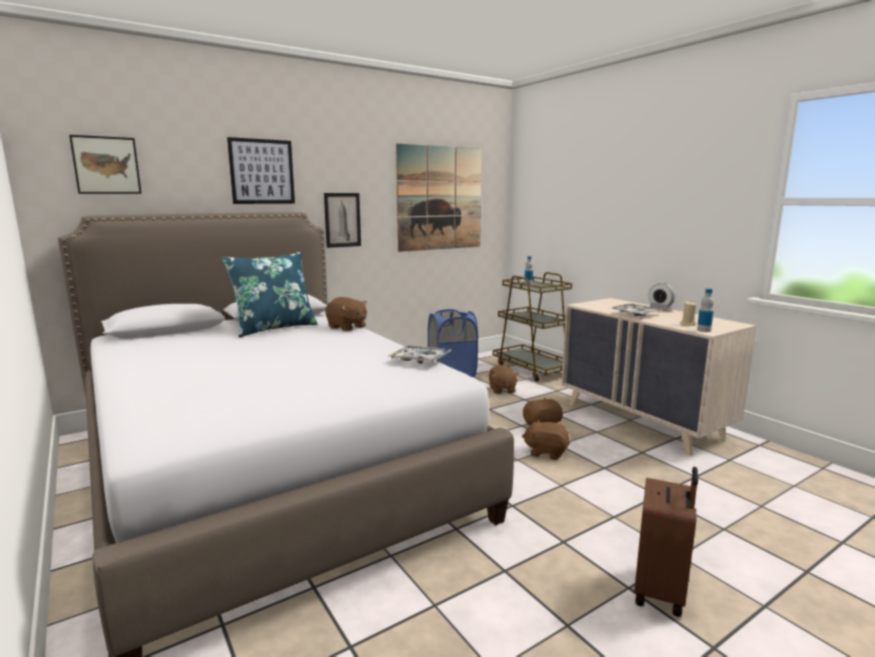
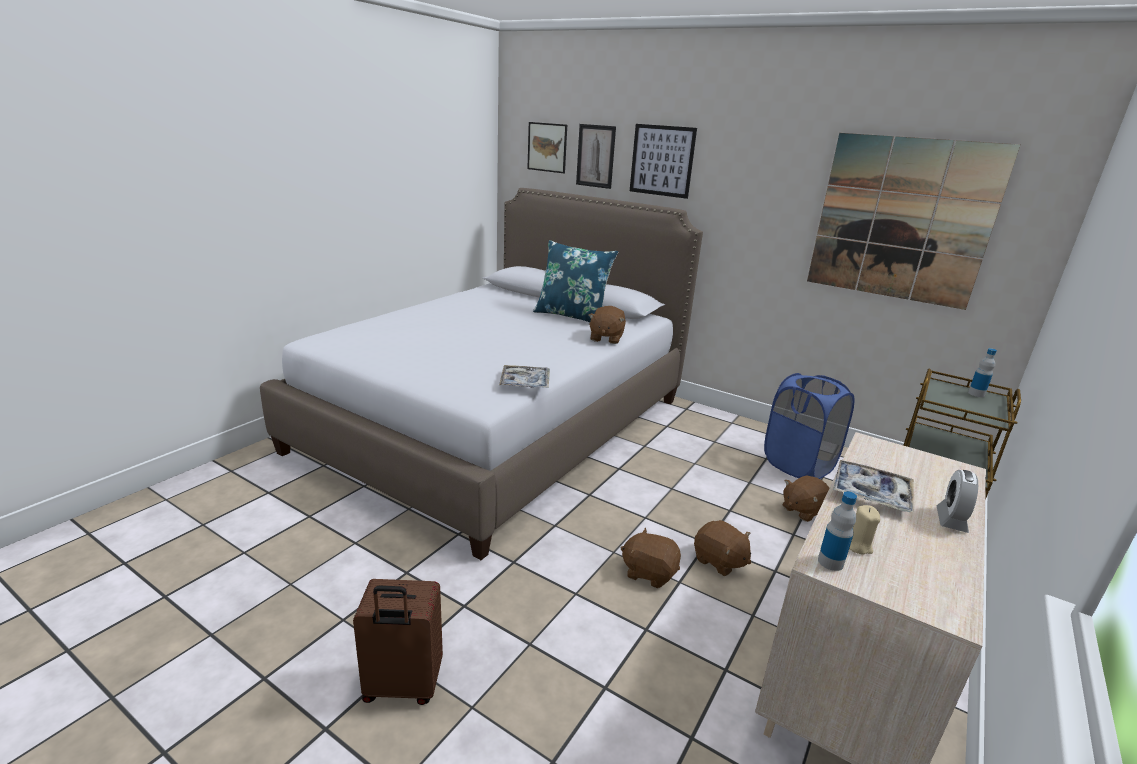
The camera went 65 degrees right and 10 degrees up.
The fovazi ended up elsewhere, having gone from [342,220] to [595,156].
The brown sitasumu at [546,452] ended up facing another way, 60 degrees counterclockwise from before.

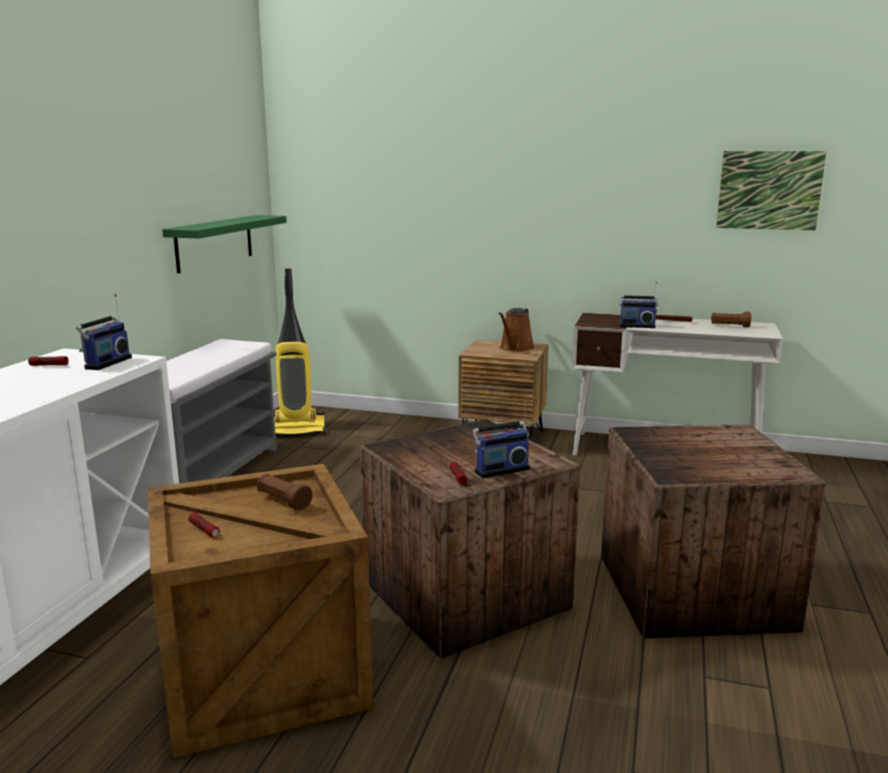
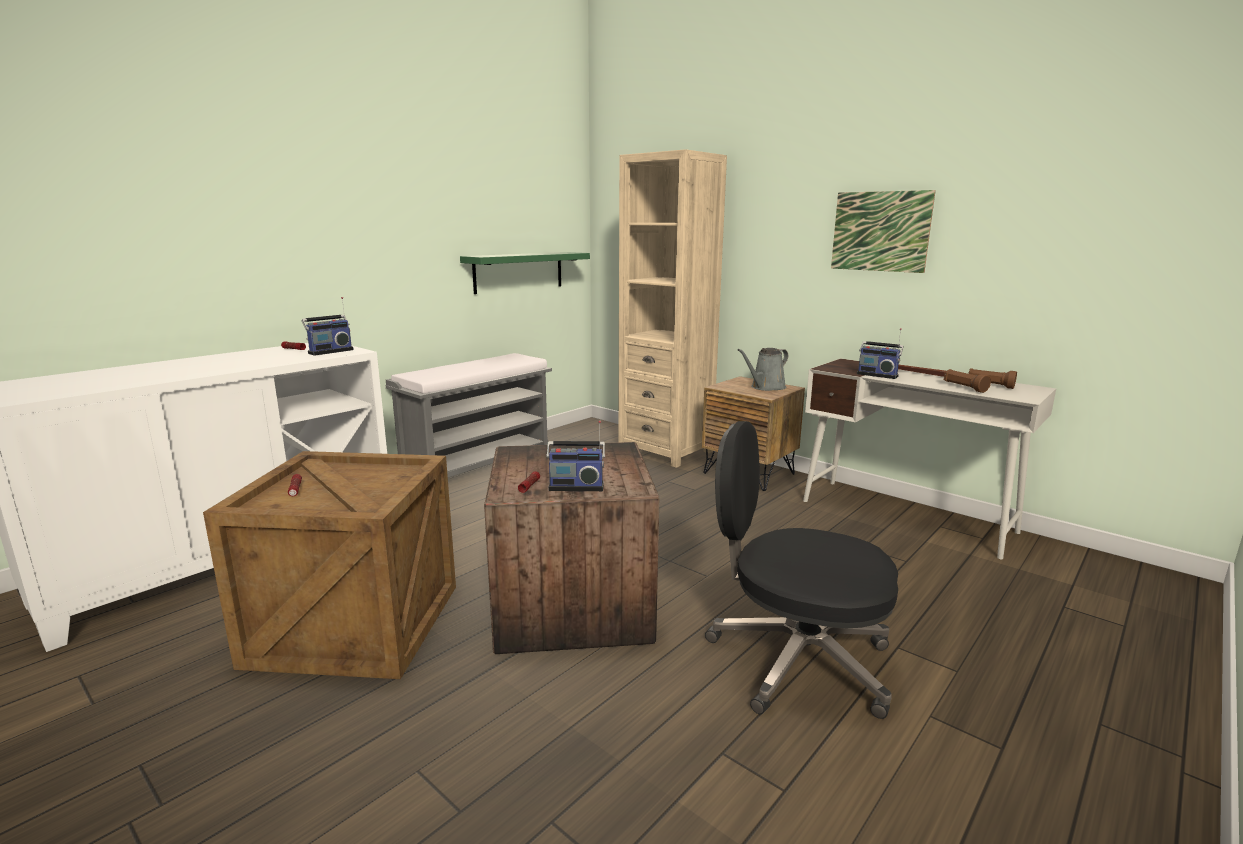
The camera went 25 degrees right and 0 degrees up.
The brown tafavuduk ended up elsewhere, having gone from [283,501] to [964,388].
The second view lost the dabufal at [296,430].
What was the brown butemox at [515,348] turned into the grey butemox at [765,387].
Where the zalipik stood at [690,590], the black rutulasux came to stand at [795,660].
The fovazi ended up elsewhere, having gone from [769,190] to [880,231].
The second view gained the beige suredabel at [665,451].

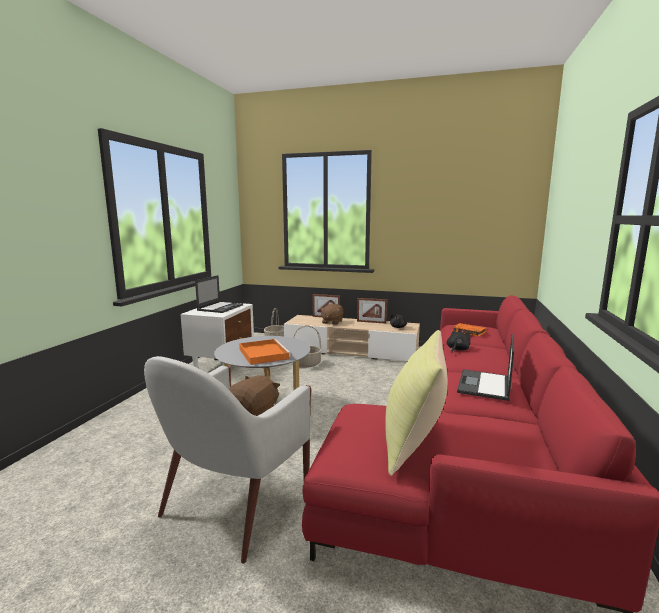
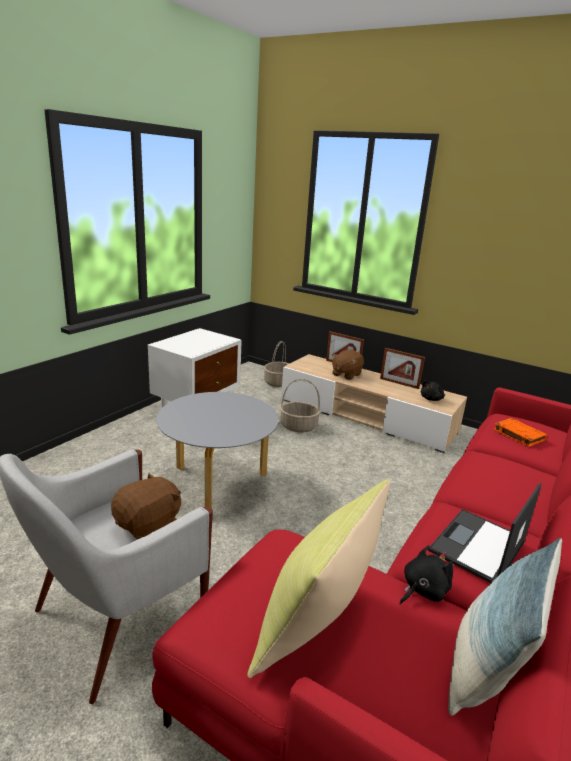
The camera went 15 degrees right and 10 degrees up.
The second view lost the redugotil at [220,307].
The second view lost the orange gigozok at [263,353].
The black sitasumu ended up elsewhere, having gone from [457,349] to [423,590].
The second view gained the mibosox at [486,670].

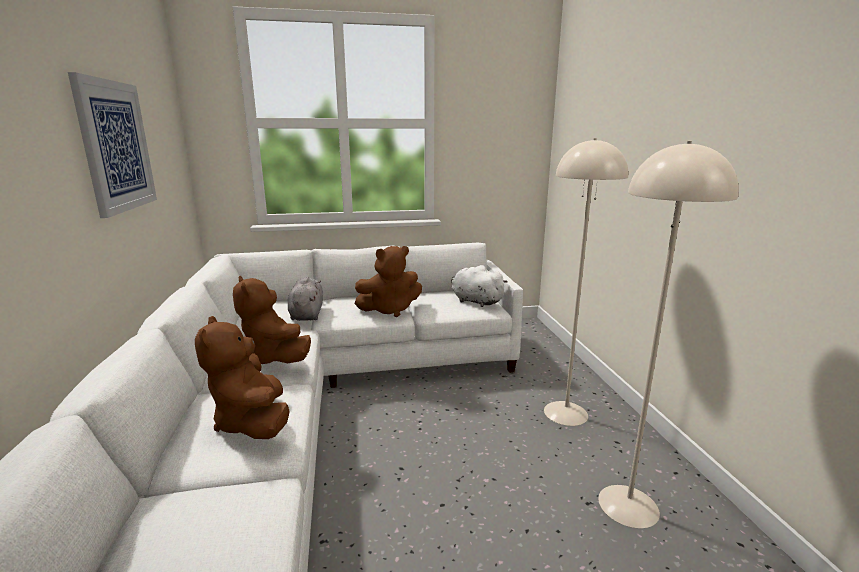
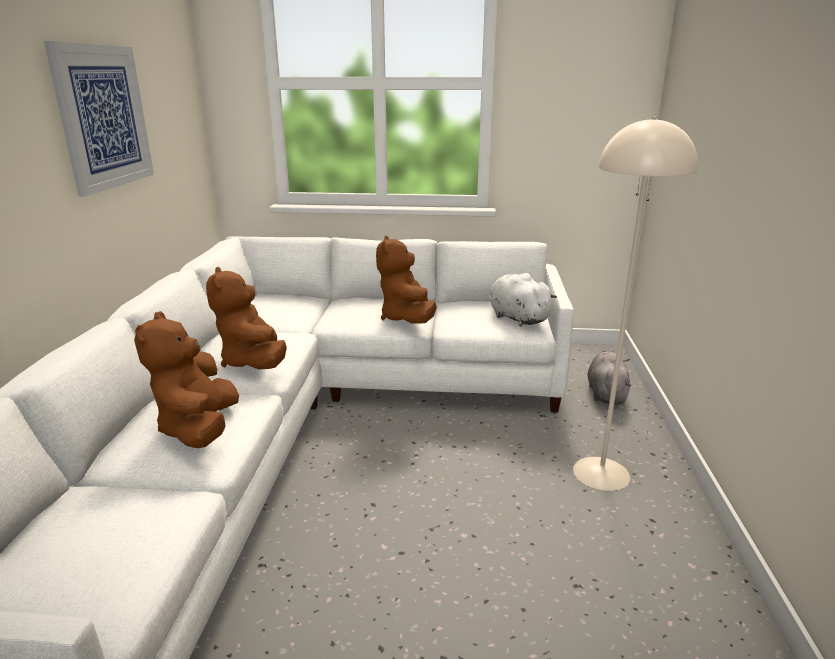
The camera went 15 degrees right and 5 degrees up.
The grey sitasumu ended up elsewhere, having gone from [307,314] to [606,393].
The brown sitasumu at [390,310] ended up facing another way, 90 degrees clockwise from before.
The second view lost the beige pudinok at [627,505].

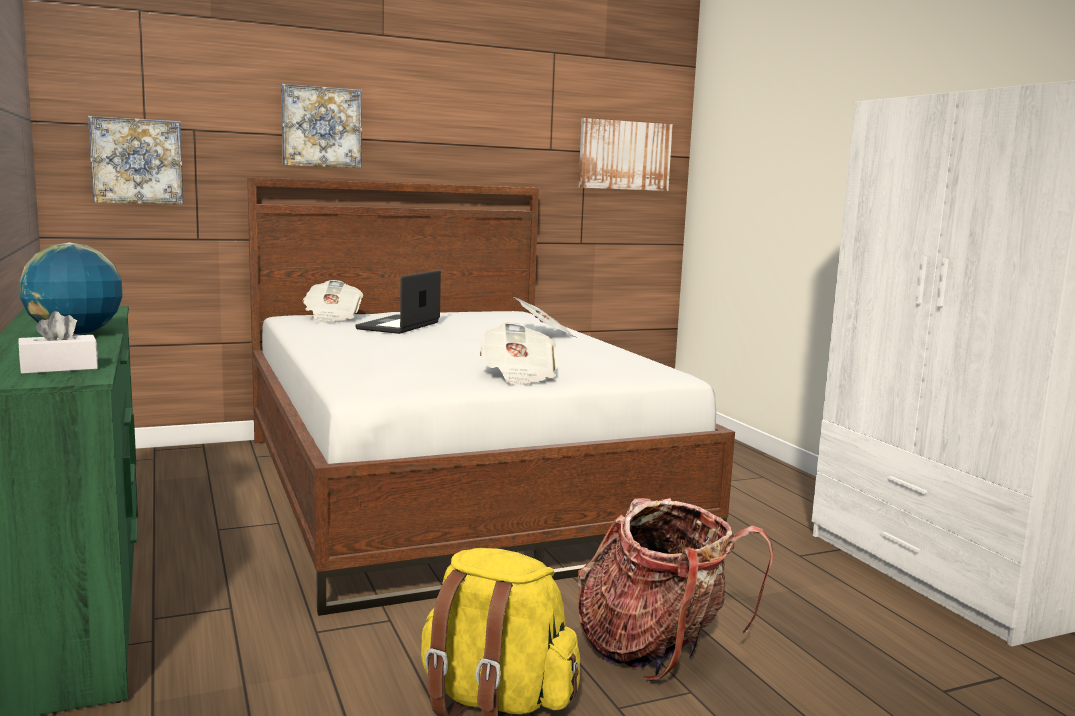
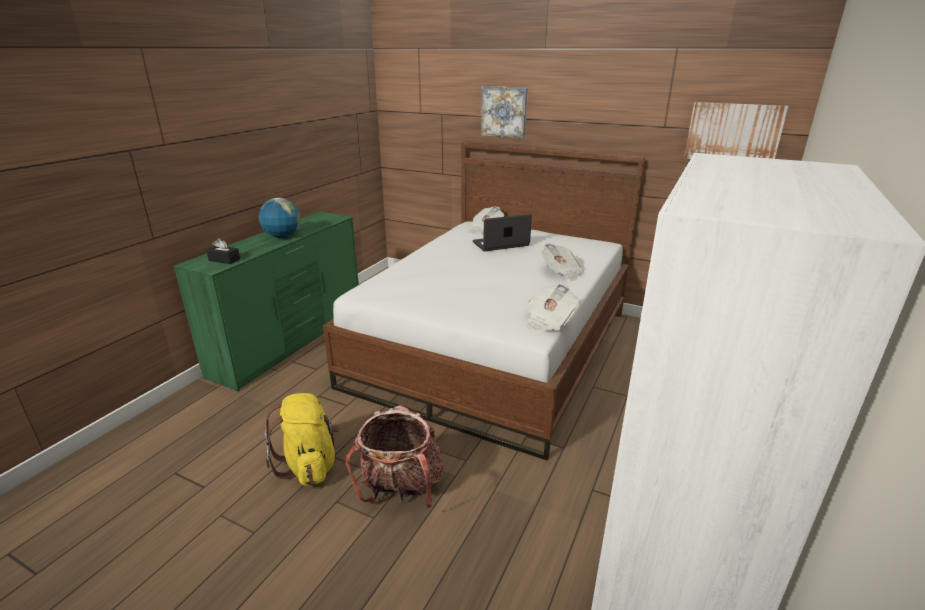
The camera went 50 degrees right and 15 degrees up.
What was the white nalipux at [59,368] turned into the black nalipux at [224,260].
The second view lost the fovazi at [137,161].
The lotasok ended up elsewhere, having gone from [518,376] to [549,321].

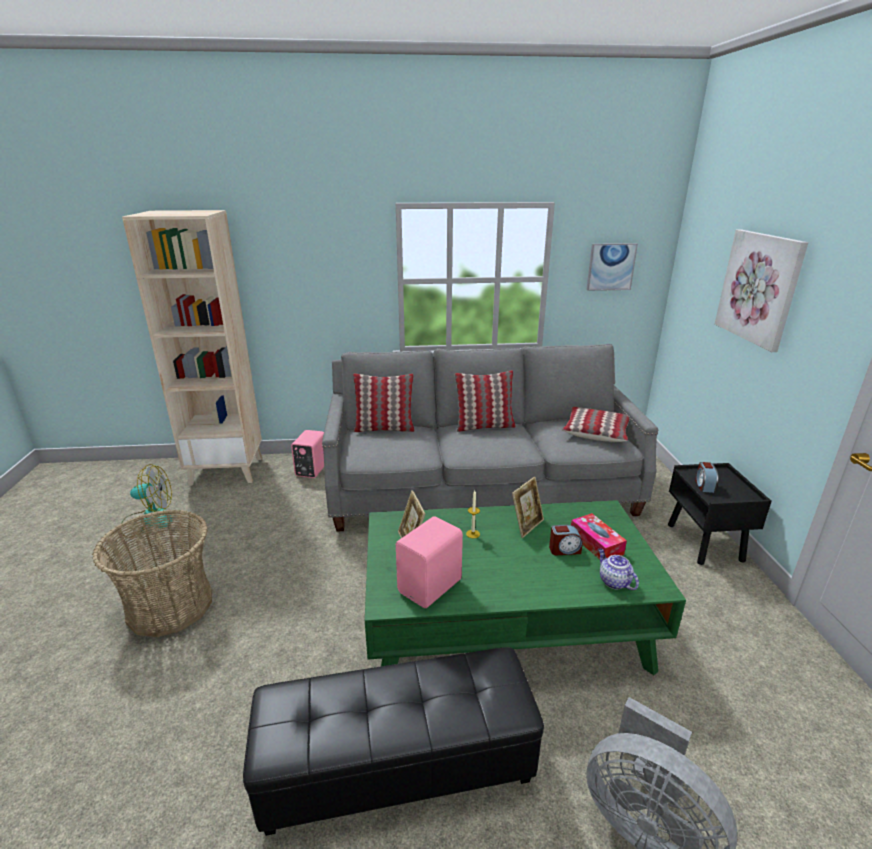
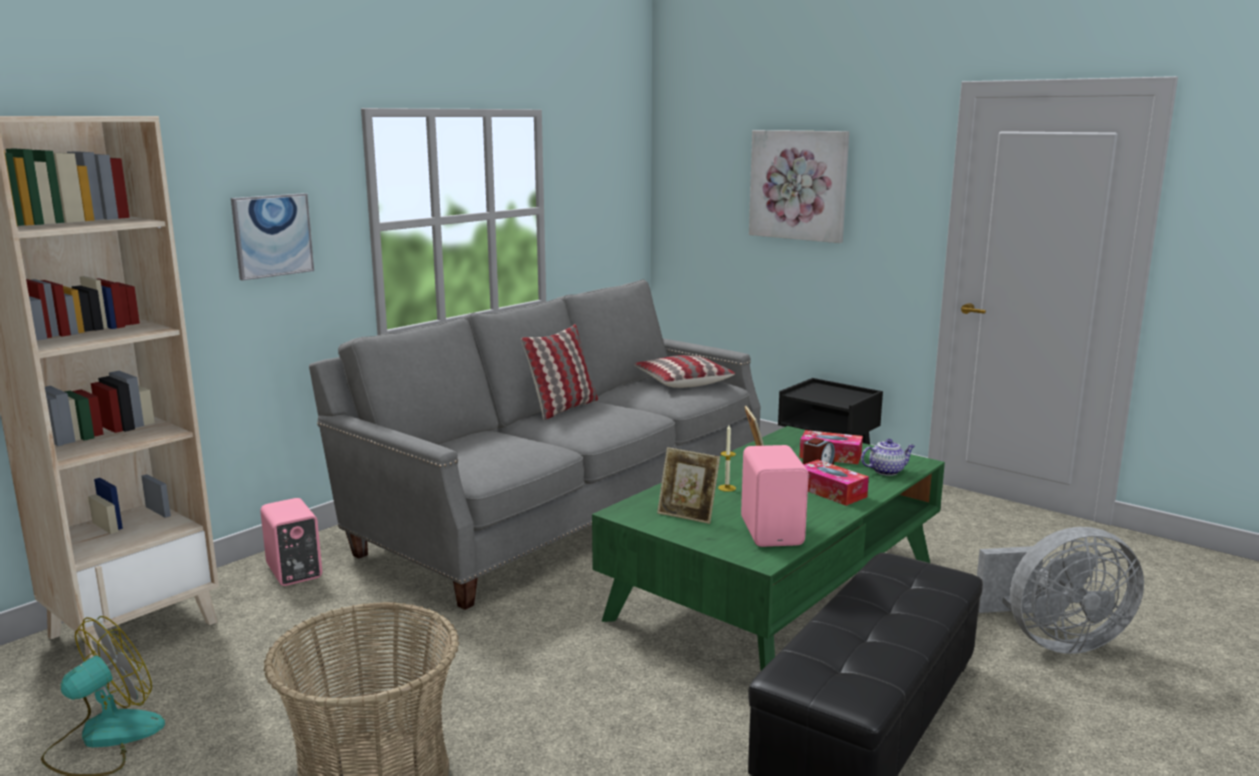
The camera went 45 degrees left and 10 degrees down.
The second view lost the mibosox at [384,428].
The fovazi ended up elsewhere, having gone from [611,266] to [272,235].
The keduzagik at [613,581] ended up facing another way, 150 degrees clockwise from before.
The second view lost the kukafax at [704,485].
The second view gained the nalipux at [830,492].

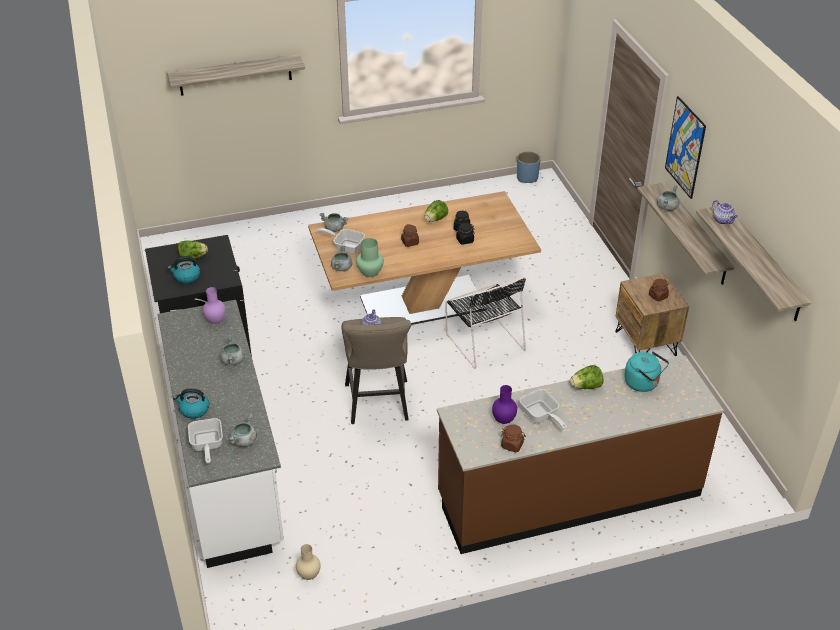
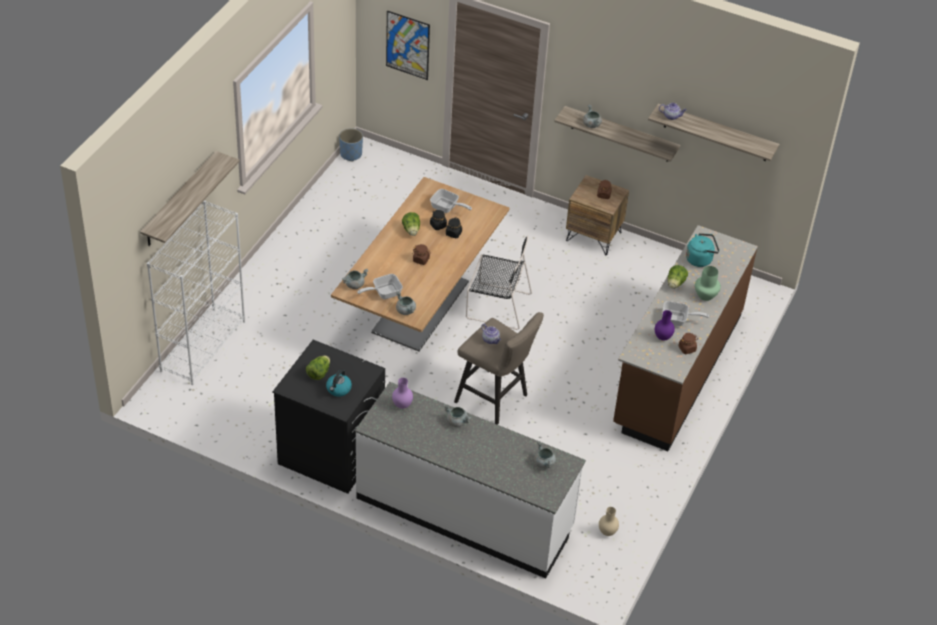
The camera went 50 degrees left and 5 degrees up.
The second view lost the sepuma at [194,410].
The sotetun ended up elsewhere, having gone from [206,446] to [447,208].
The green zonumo ended up elsewhere, having gone from [370,272] to [706,295].
The fovazi ended up elsewhere, having gone from [685,147] to [407,45].
The second view gained the white suredabel at [203,345].

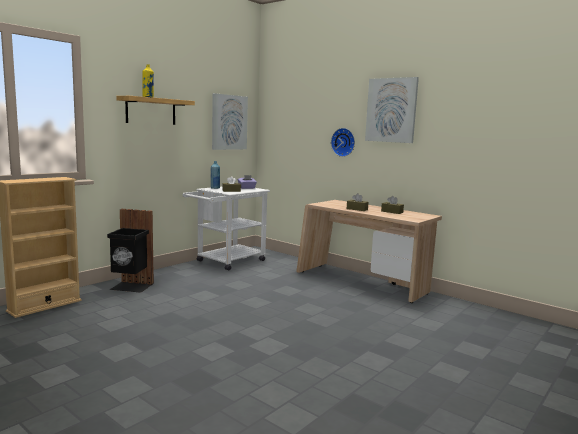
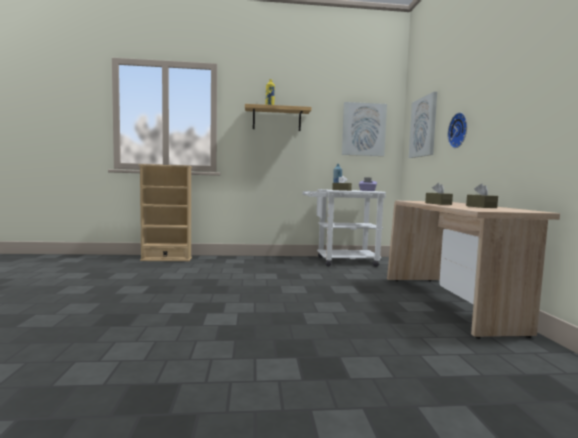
The camera went 45 degrees right and 5 degrees down.
The second view lost the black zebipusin at [131,287].
The fovazi ended up elsewhere, having gone from [391,110] to [423,127].

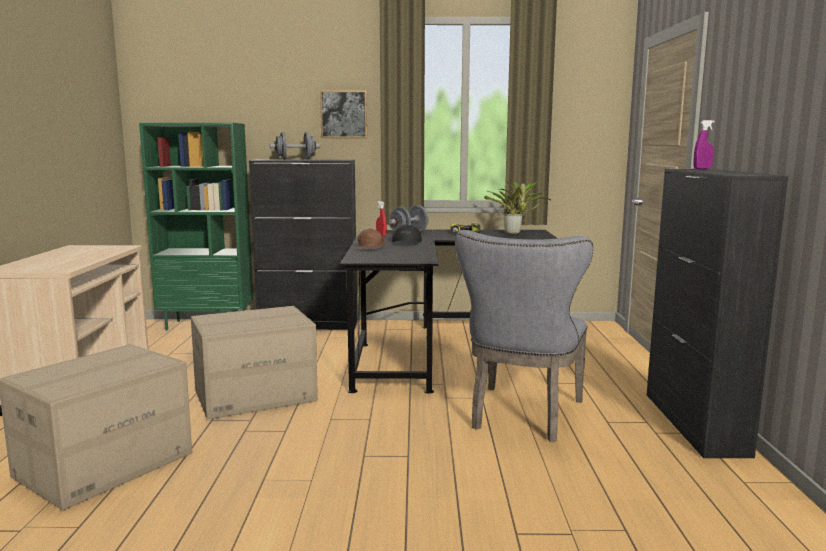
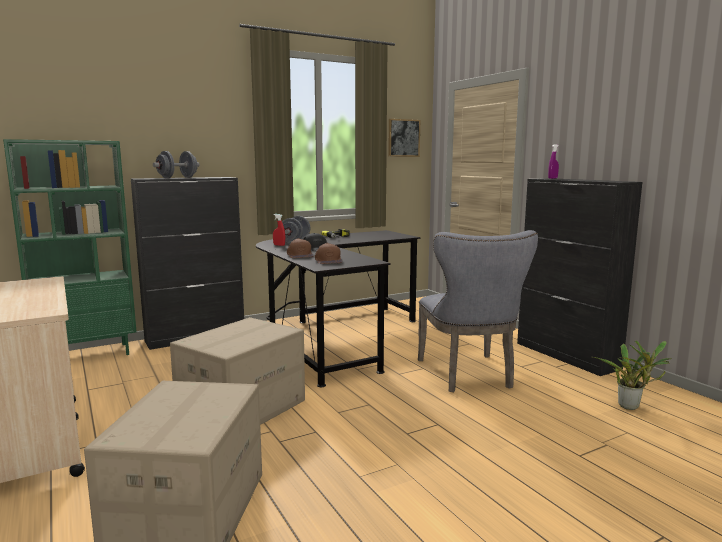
The camera went 30 degrees left and 0 degrees up.
The fovazi ended up elsewhere, having gone from [343,114] to [403,138].
The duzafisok ended up elsewhere, having gone from [514,233] to [631,406].
The second view gained the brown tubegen at [328,261].

